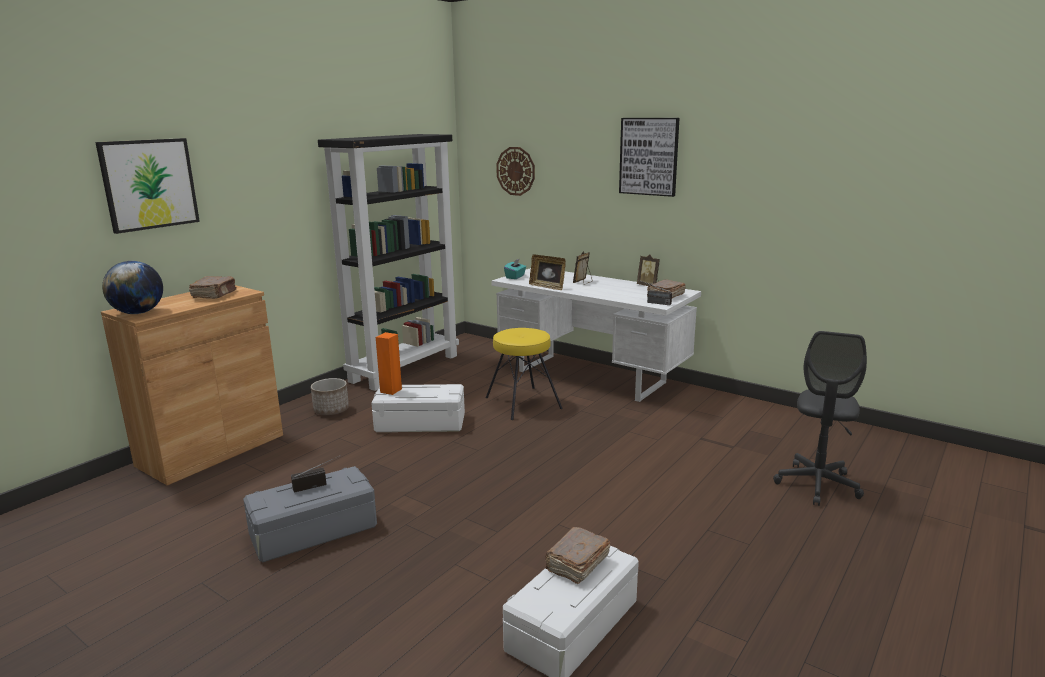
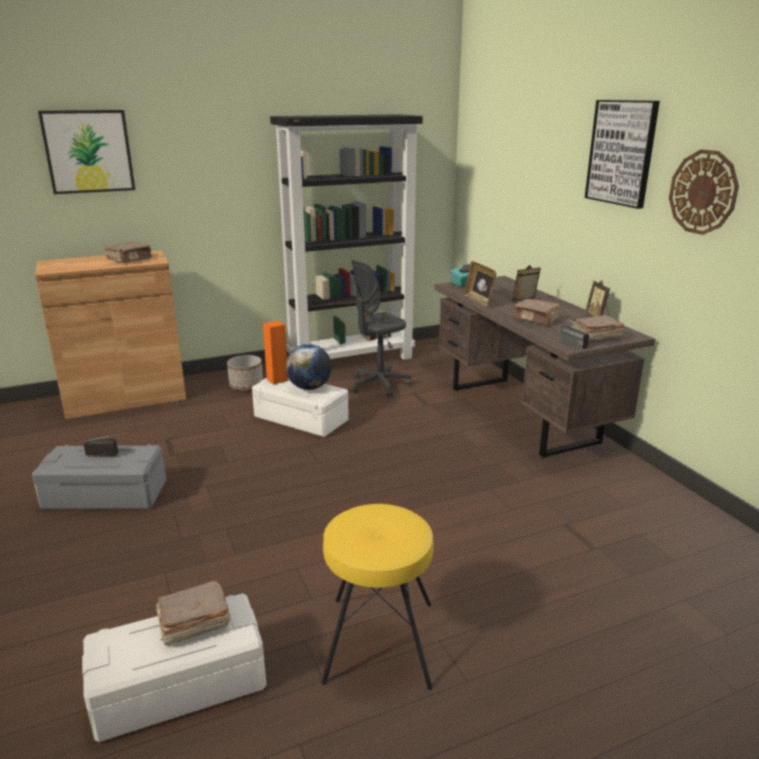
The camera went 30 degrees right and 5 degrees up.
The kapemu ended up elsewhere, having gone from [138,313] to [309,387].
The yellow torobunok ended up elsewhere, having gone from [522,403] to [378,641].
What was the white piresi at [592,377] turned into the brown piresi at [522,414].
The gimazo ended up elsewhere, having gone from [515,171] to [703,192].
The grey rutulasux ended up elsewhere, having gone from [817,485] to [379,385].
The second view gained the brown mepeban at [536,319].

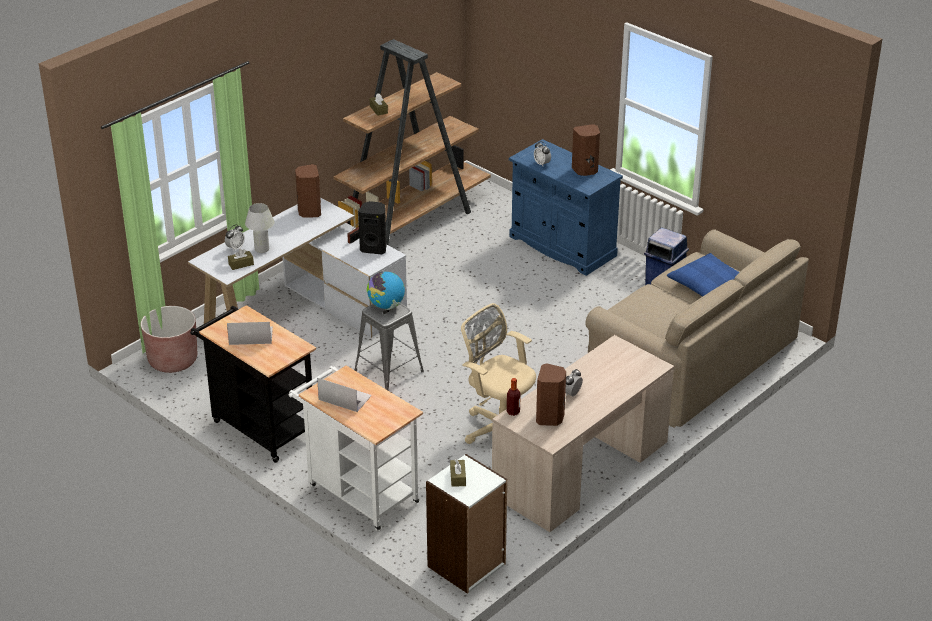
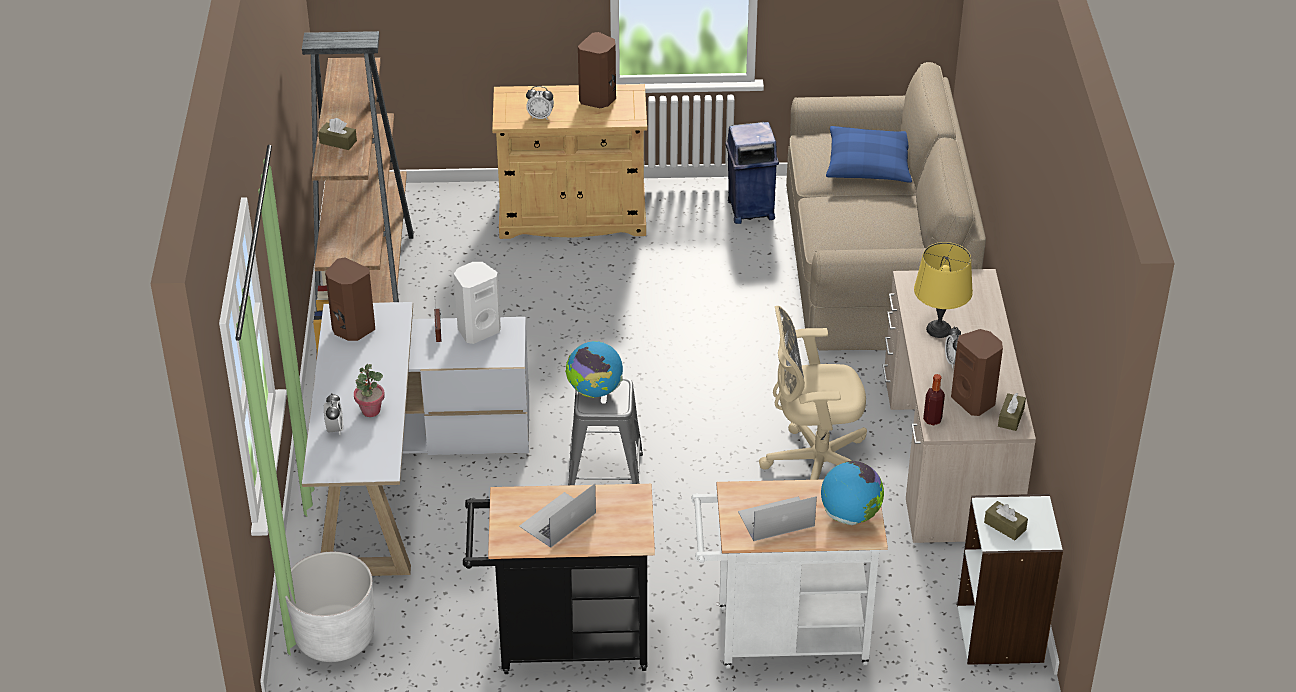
The camera went 45 degrees left and 5 degrees up.
What was the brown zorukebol at [173,360] turned into the white zorukebol at [335,637].
The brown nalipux ended up elsewhere, having gone from [241,264] to [1011,417].
Where the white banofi stood at [262,249], the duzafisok came to stand at [370,410].
What was the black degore at [374,248] turned into the white degore at [477,330].
What was the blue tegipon at [562,246] turned into the beige tegipon at [572,216].
The second view gained the kapemu at [850,515].
The second view gained the yellow banofi at [938,329].

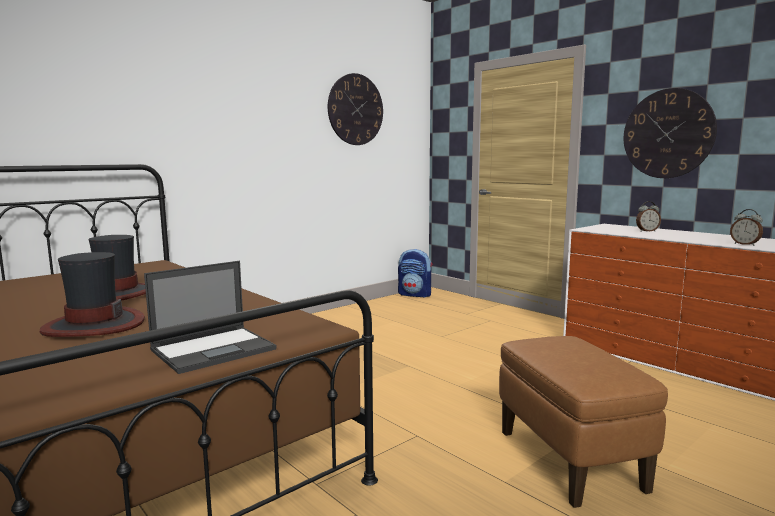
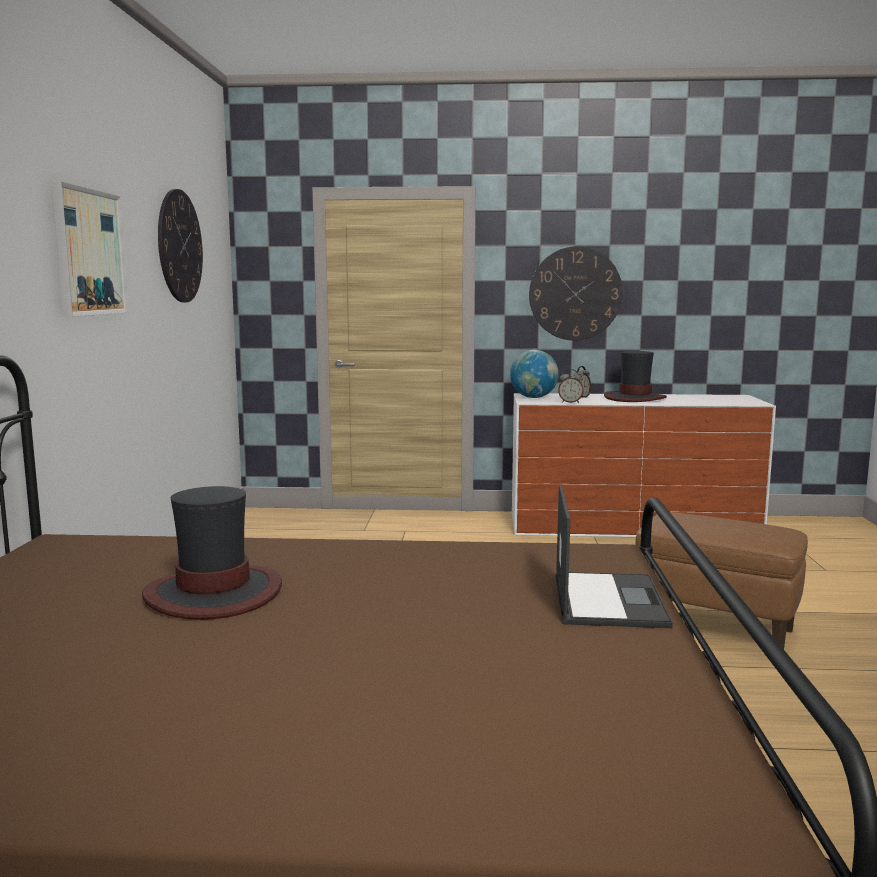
The camera went 45 degrees left and 0 degrees up.
The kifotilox ended up elsewhere, having gone from [93,325] to [634,398].
The second view lost the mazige at [415,294].
The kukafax ended up elsewhere, having gone from [745,244] to [570,402].
The second view gained the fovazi at [89,252].
The second view gained the kapemu at [533,397].

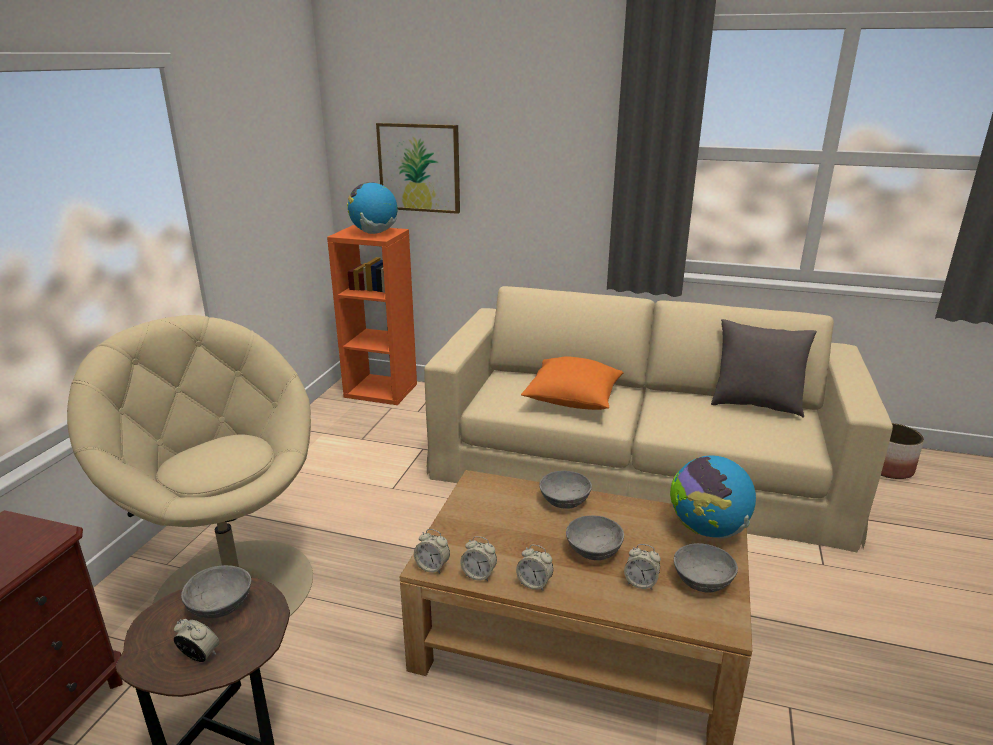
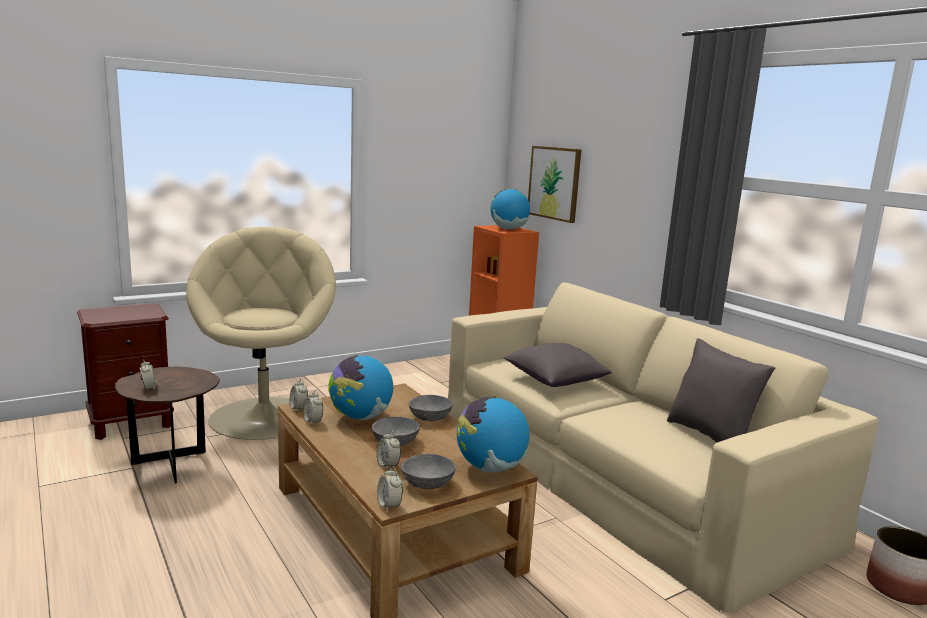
The camera went 40 degrees right and 10 degrees down.
The second view lost the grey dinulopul at [219,605].
The kukafax ended up elsewhere, having gone from [534,583] to [389,505].
What was the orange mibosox at [572,399] turned into the grey mibosox at [554,380].
The second view gained the kapemu at [360,417].

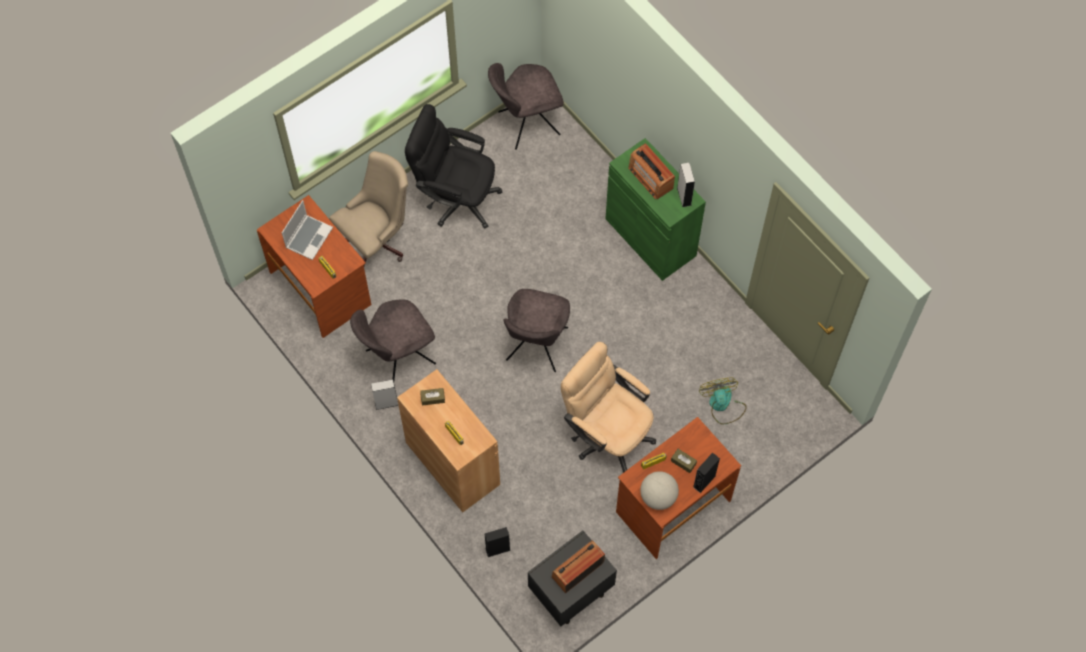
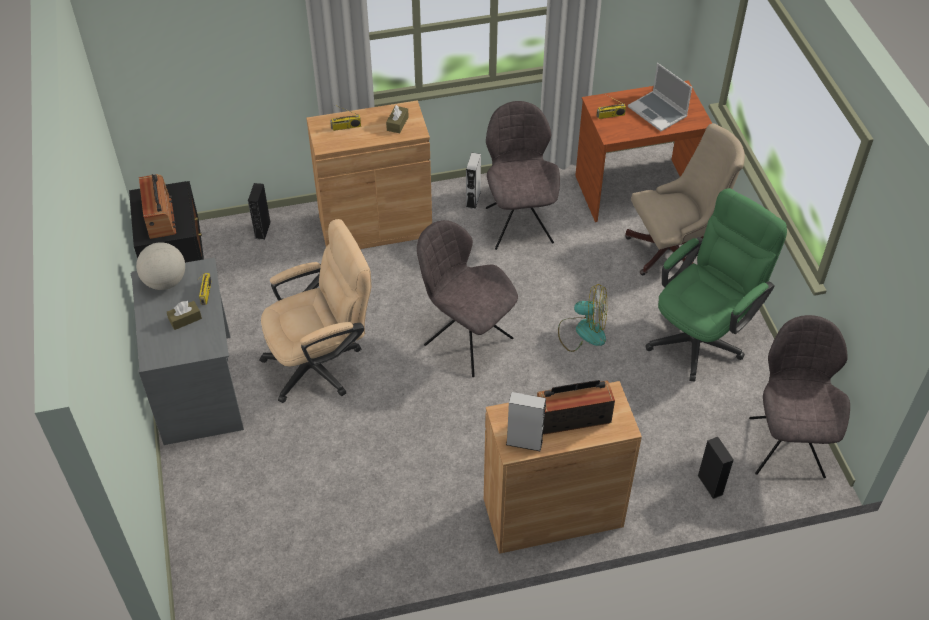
The camera went 115 degrees right and 15 degrees down.
The beige rutulasux at [377,240] ended up facing another way, 90 degrees counterclockwise from before.
What was the black rutulasux at [455,197] turned into the green rutulasux at [702,336].
What was the green tegipon at [650,237] turned into the brown tegipon at [553,512].
What was the brown piresi at [672,505] turned into the grey piresi at [199,388].
The black degore ended up elsewhere, having gone from [704,481] to [710,484].
The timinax ended up elsewhere, having gone from [722,405] to [582,331].

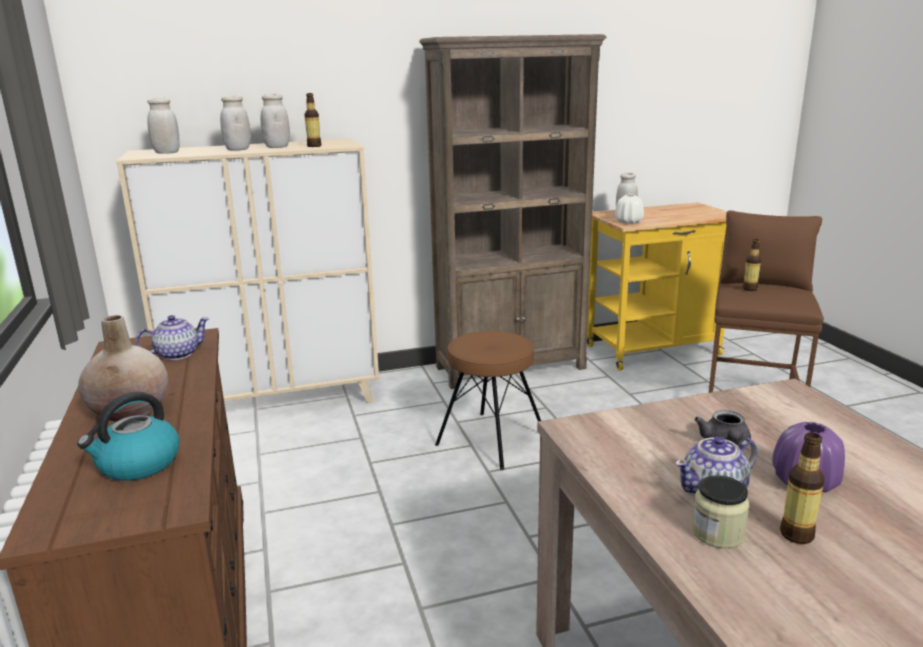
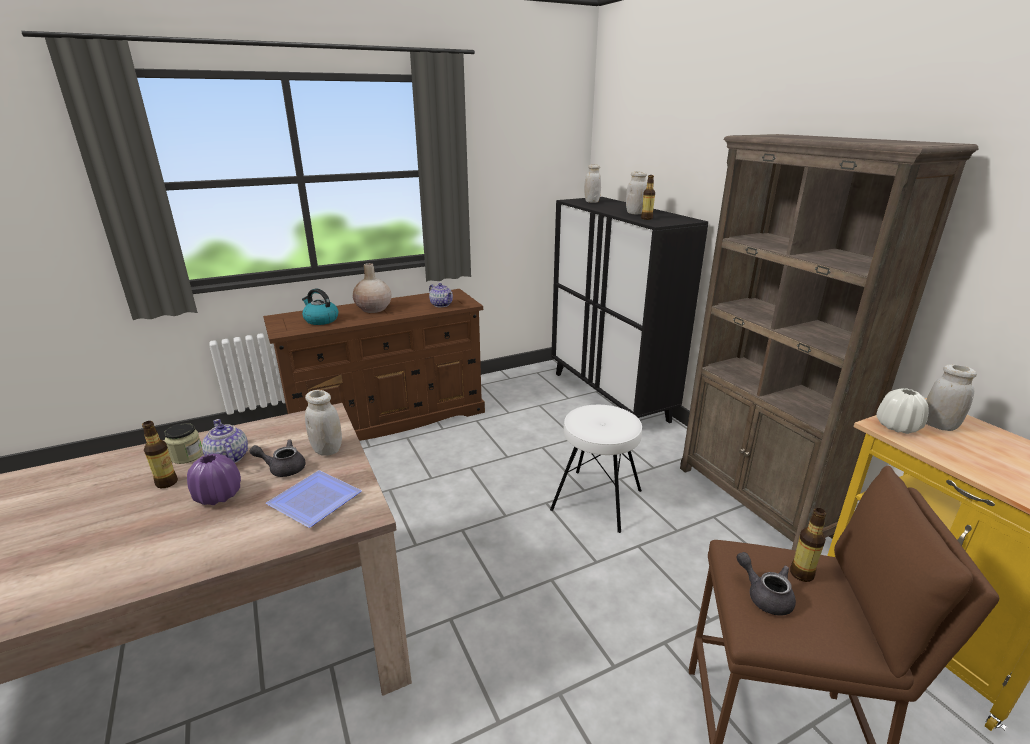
The camera went 80 degrees right and 5 degrees up.
What was the beige tegipon at [277,402] turned into the black tegipon at [609,396].
The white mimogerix ended up elsewhere, having gone from [238,149] to [327,450].
What was the brown torobunok at [491,440] turned into the white torobunok at [596,500].
The second view gained the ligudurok at [315,499].
The second view gained the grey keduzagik at [765,595].

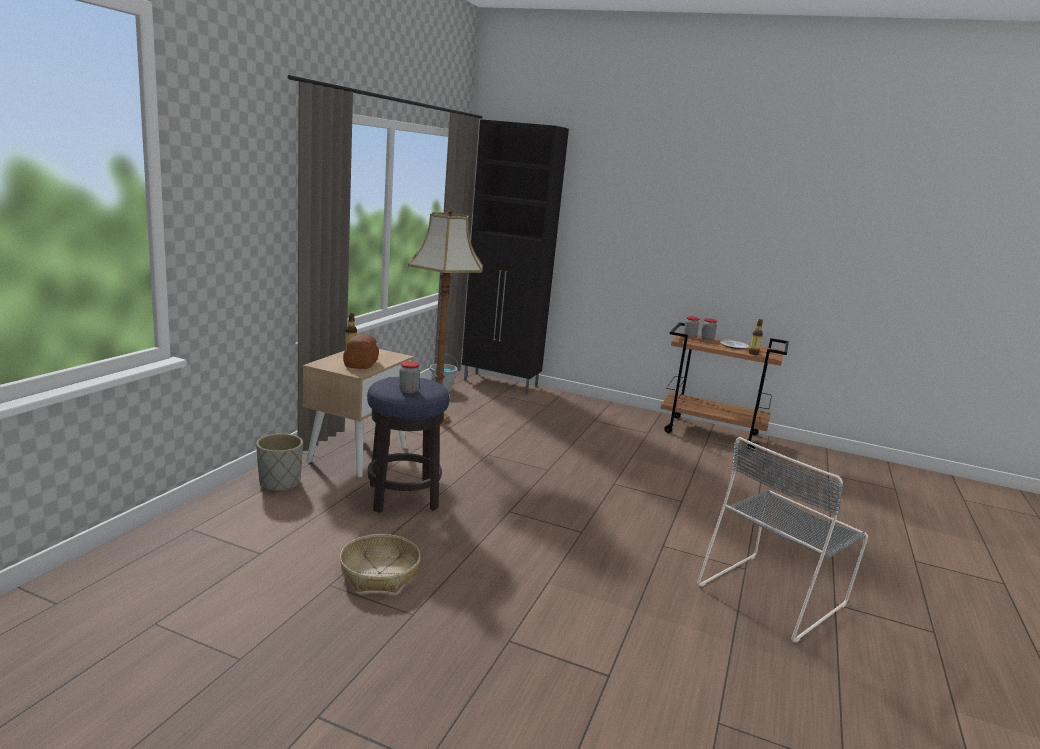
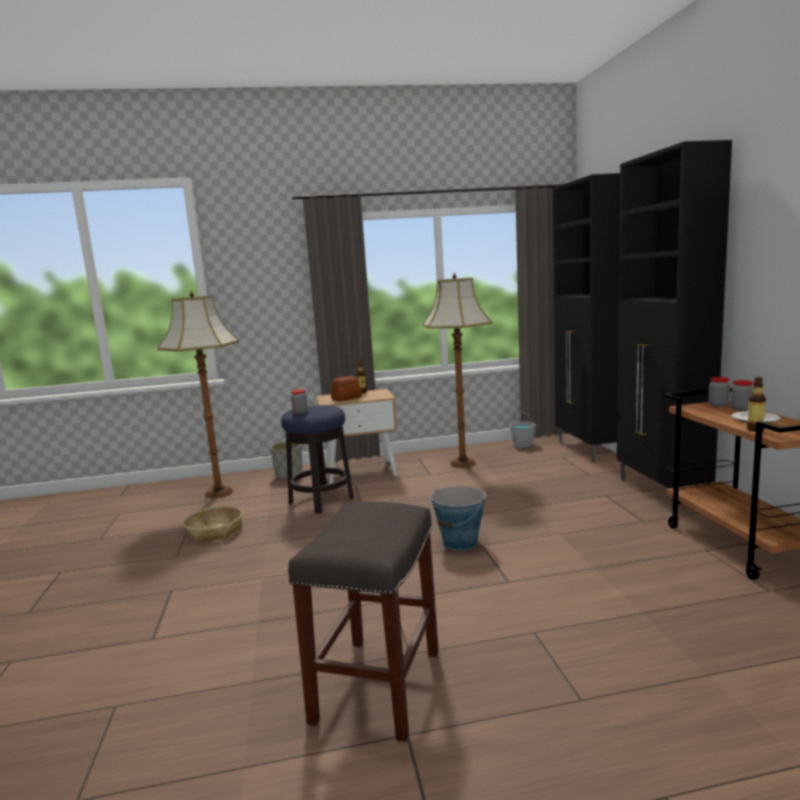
The camera went 60 degrees right and 5 degrees down.
Where the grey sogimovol stood at [774,593], the grey torobunok came to stand at [377,684].
The second view gained the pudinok at [219,493].
The second view gained the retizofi at [460,543].
The second view gained the black tegipon at [662,492].

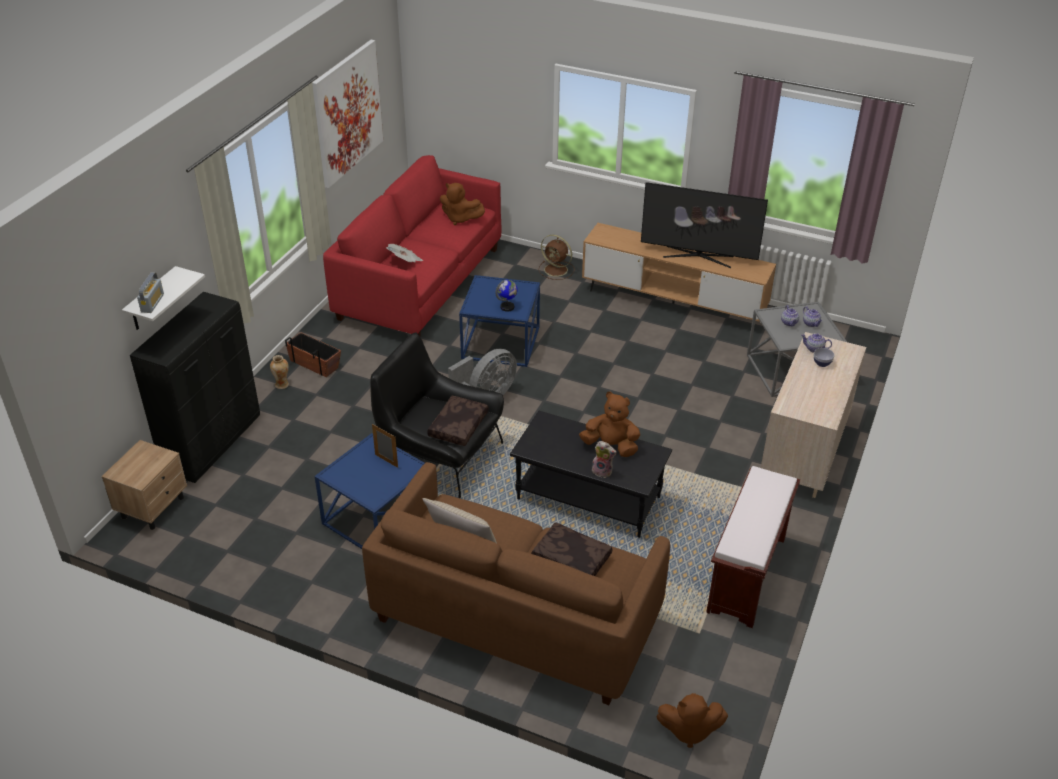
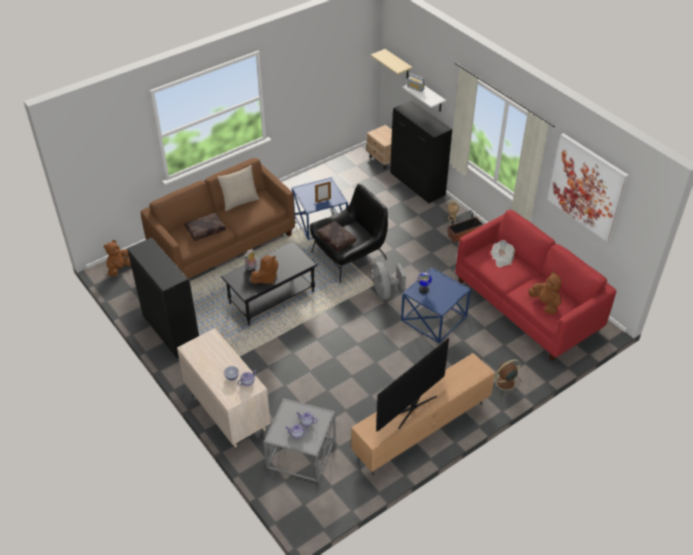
The camera went 120 degrees right and 5 degrees up.
The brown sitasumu at [460,219] ended up facing another way, 90 degrees clockwise from before.
Where the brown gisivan stood at [747,576], the black tegipon came to stand at [171,331].
The second view gained the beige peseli at [398,65].

